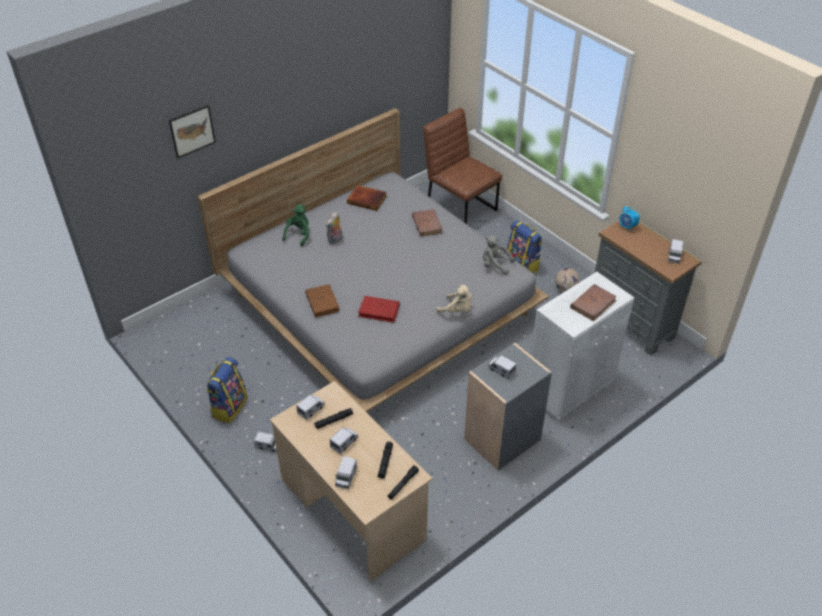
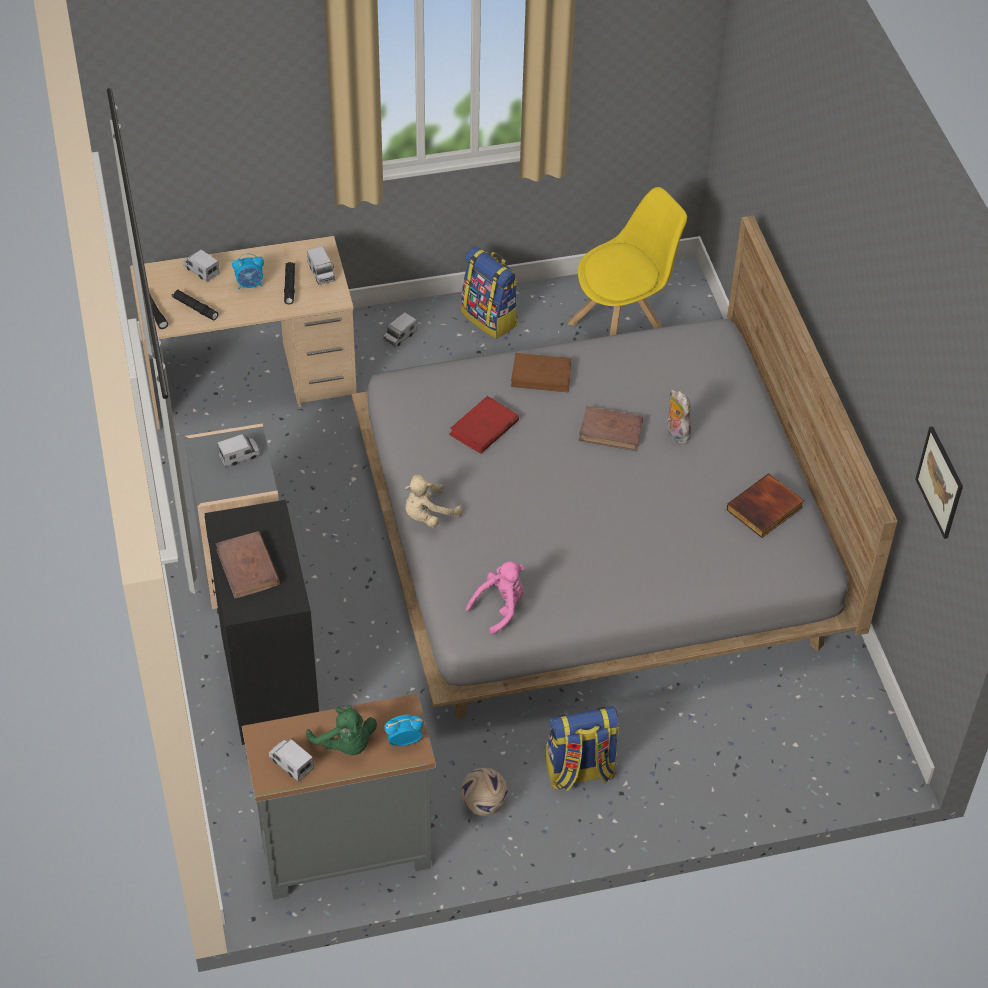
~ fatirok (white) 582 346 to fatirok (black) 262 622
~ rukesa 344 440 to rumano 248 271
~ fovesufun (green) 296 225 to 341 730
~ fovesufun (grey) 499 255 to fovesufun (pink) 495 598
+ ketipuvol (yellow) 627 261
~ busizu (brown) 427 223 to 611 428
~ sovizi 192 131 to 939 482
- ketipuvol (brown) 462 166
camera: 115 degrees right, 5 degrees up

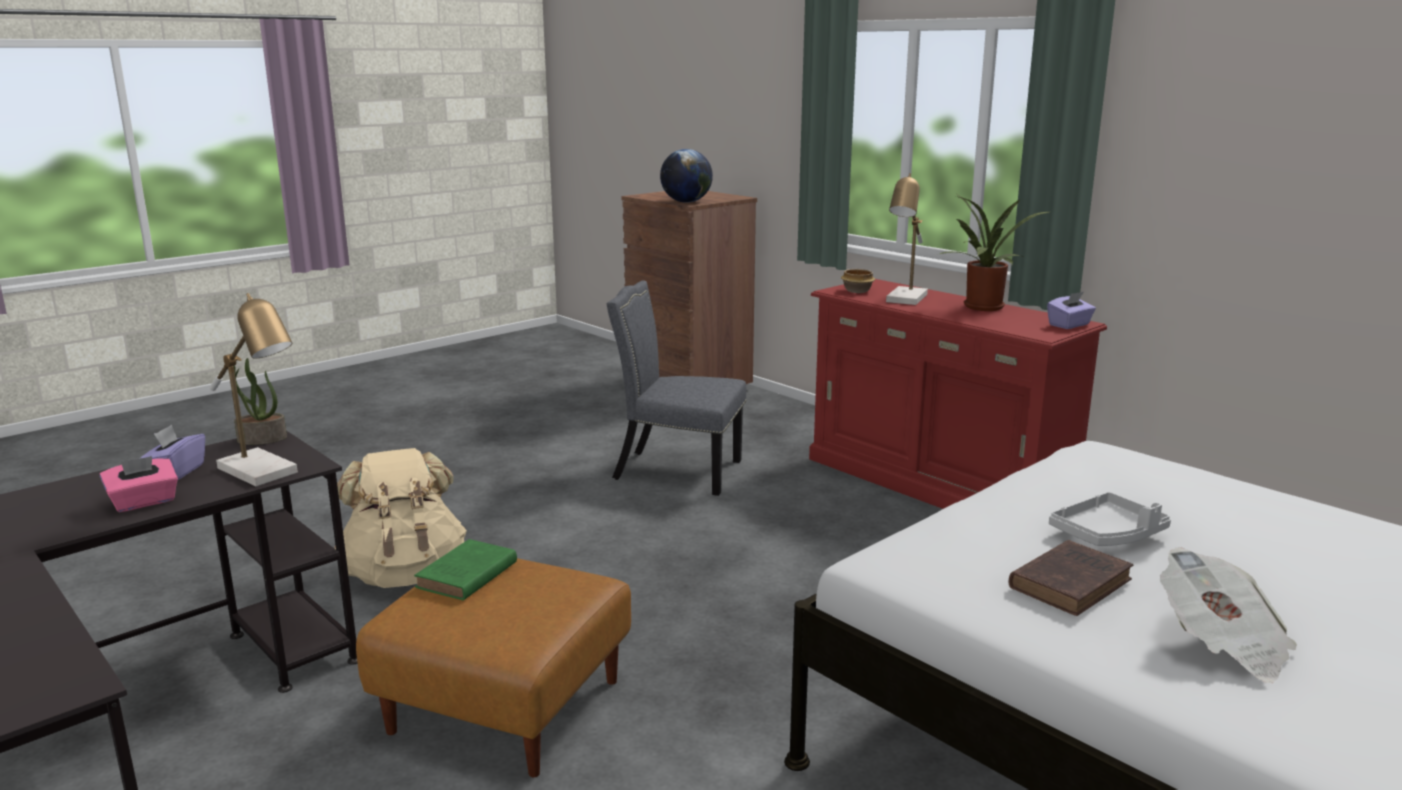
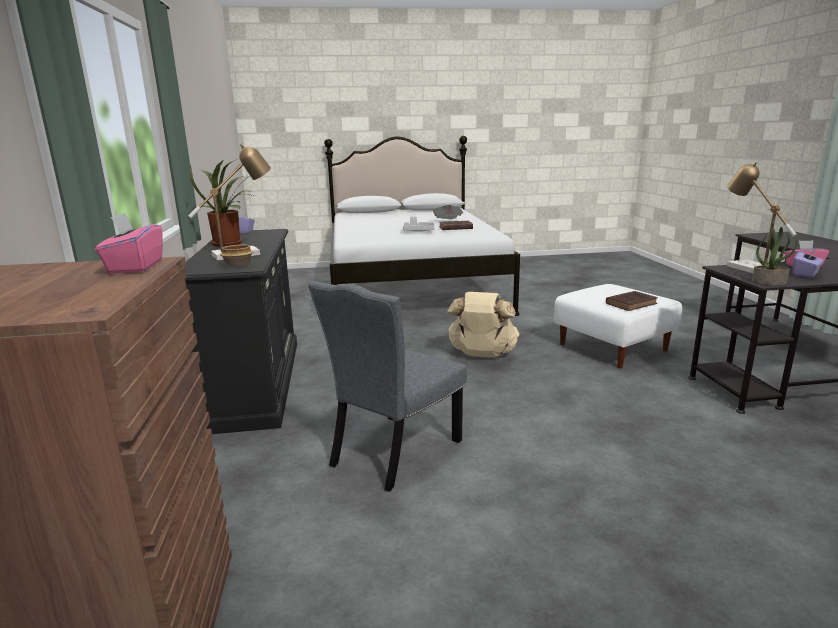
~ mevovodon 686 176 to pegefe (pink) 129 243
~ fatirok (red) 958 394 to fatirok (black) 240 331
~ ketipuvol (grey) 676 388 = 387 386 75 degrees clockwise
~ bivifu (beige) 400 518 to 483 325
~ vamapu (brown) 493 667 to vamapu (white) 618 326
~ busizu (green) 465 569 to busizu (brown) 632 301
camera: 145 degrees left, 0 degrees up

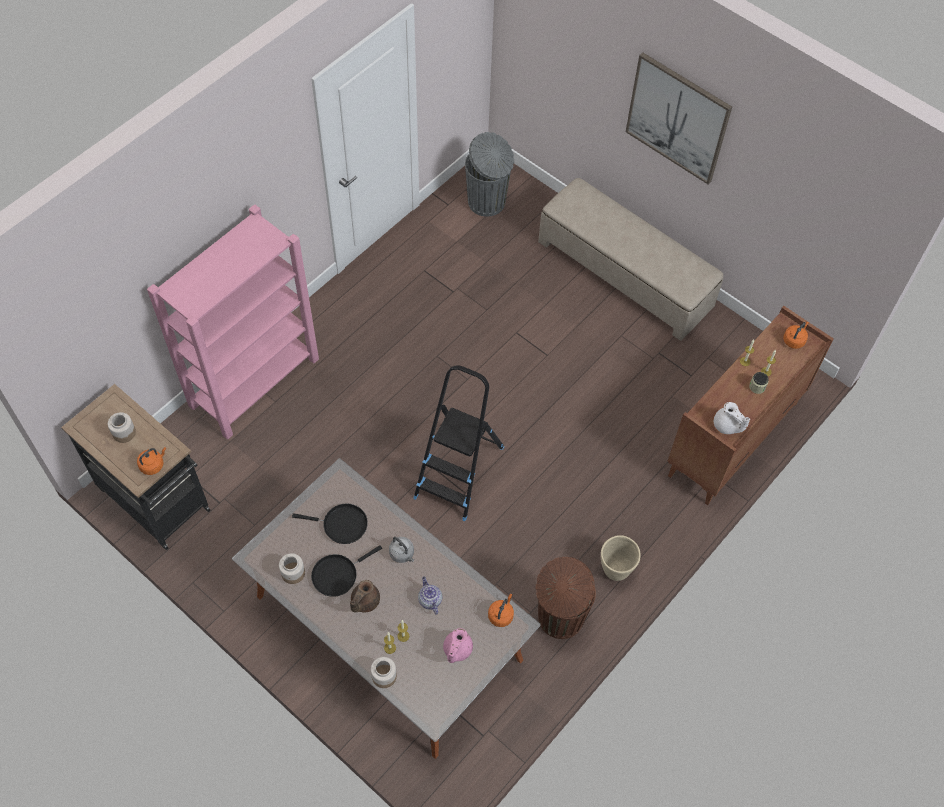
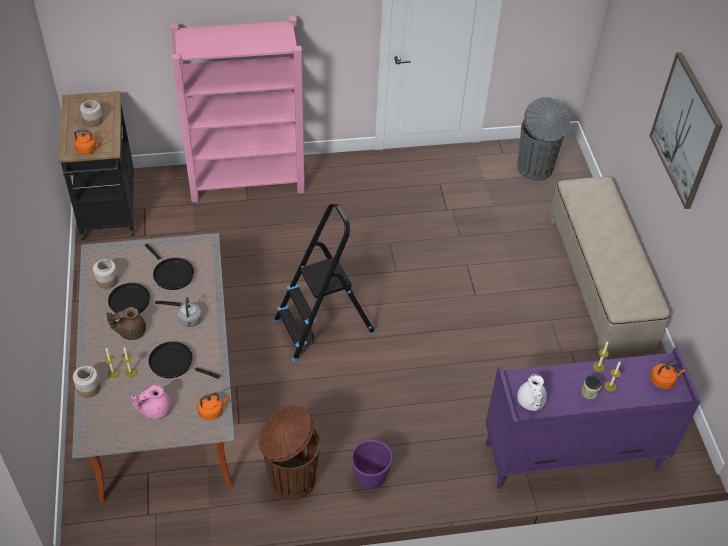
~ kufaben 430 595 to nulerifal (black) 184 360
~ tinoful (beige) 621 558 to tinoful (purple) 372 464
~ fatirok (brown) 750 405 to fatirok (purple) 593 418
camera: 40 degrees right, 10 degrees down

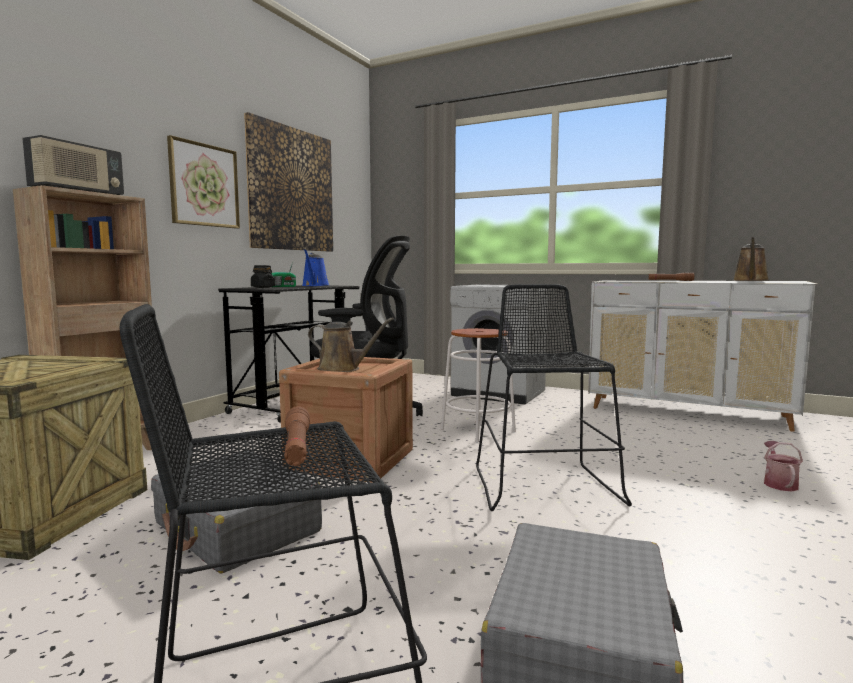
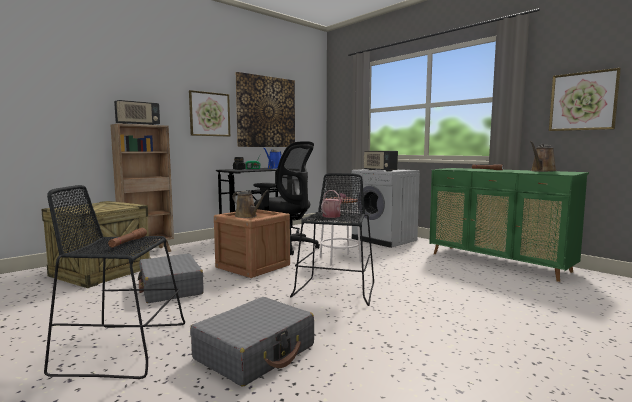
~ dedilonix 783 466 to 333 204
+ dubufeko 381 161
~ fatirok (white) 702 356 to fatirok (green) 509 225
+ sovizi 585 99
camera: 20 degrees right, 0 degrees up

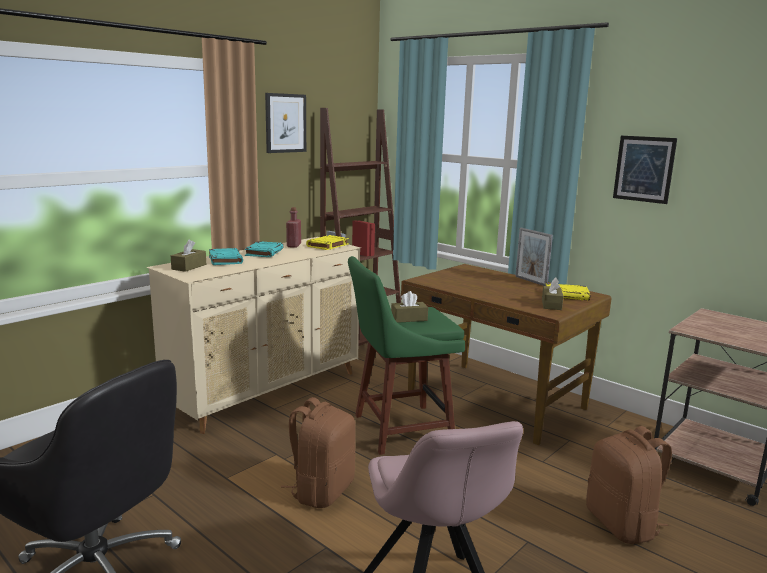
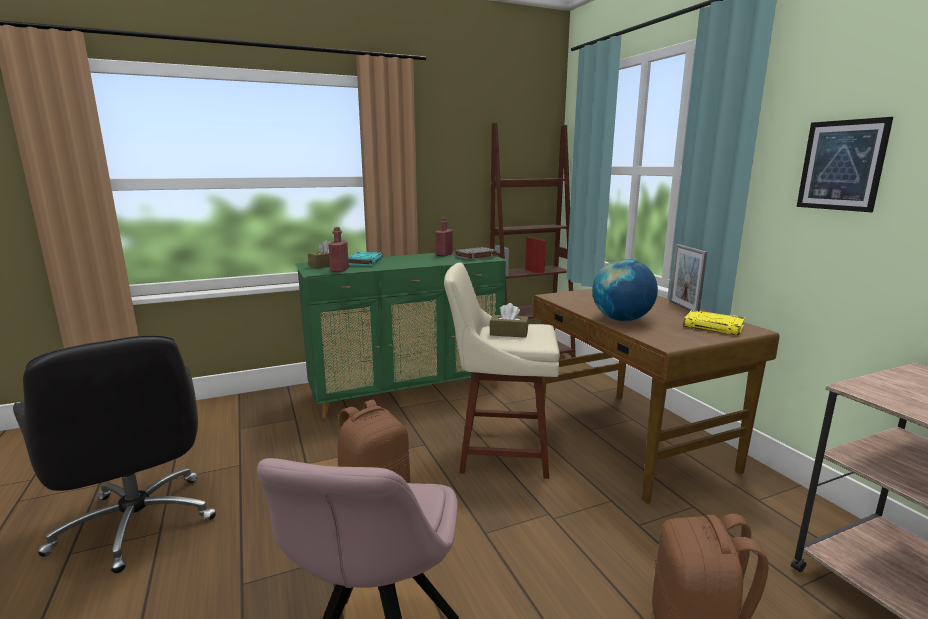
~ fatirok (beige) 254 335 to fatirok (green) 401 335
+ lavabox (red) 338 249
~ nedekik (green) 406 355 to nedekik (beige) 502 371
~ busizu (yellow) 327 242 to busizu (grey) 476 253
+ mevovodon 625 290
- busizu (turquoise) 264 249
- sovizi 285 123
- pegefe (brown) 552 294
camera: 25 degrees right, 0 degrees up

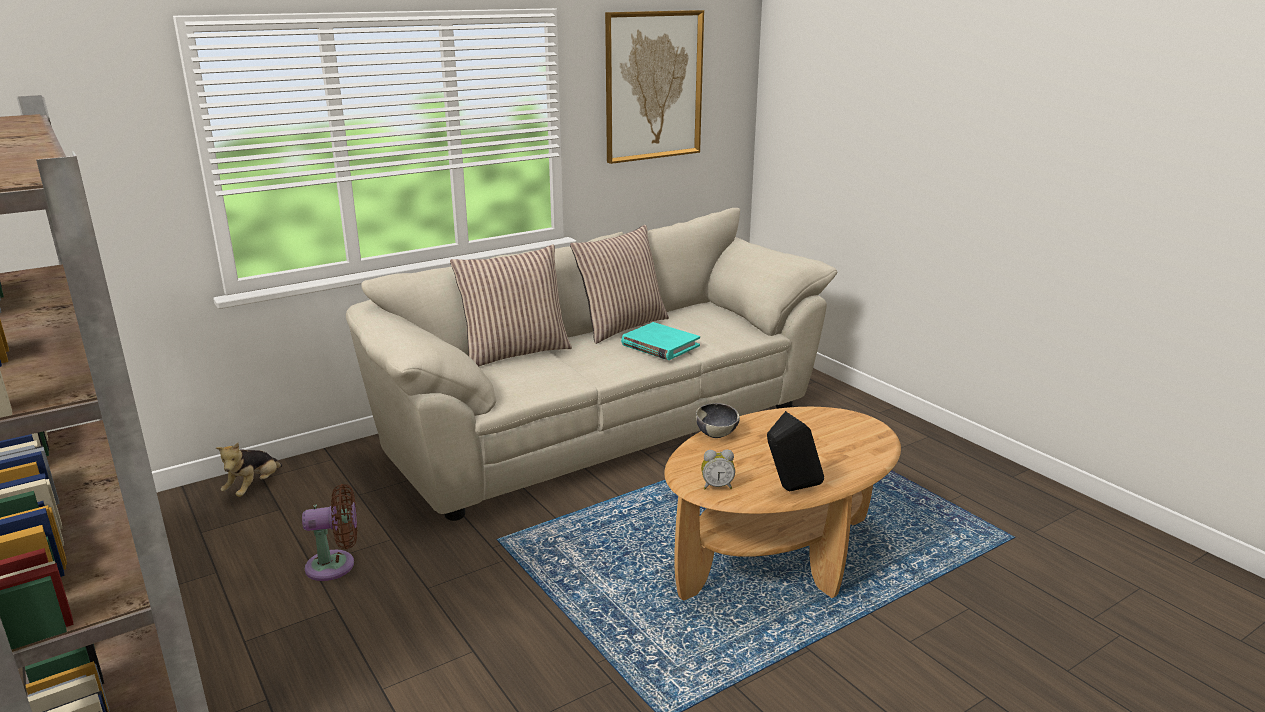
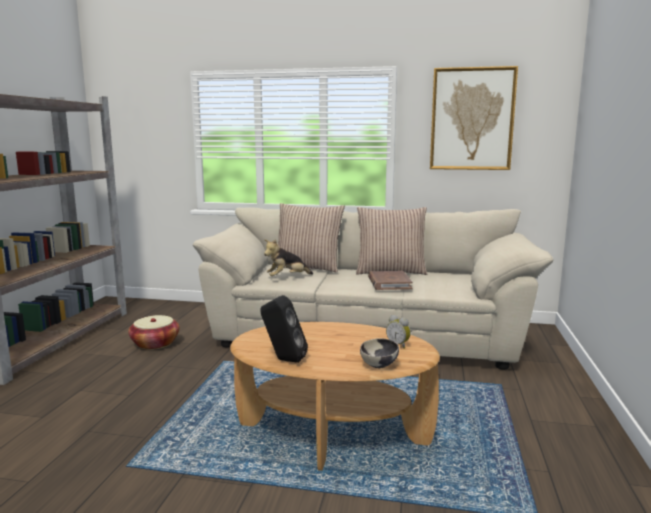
~ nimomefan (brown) 329 532 to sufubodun 154 332
~ fovesufun 249 470 to 288 257
~ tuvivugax 718 420 to 379 353
~ busizu (turquoise) 660 341 to busizu (brown) 390 280
~ rumano 718 469 to 398 332
camera: 45 degrees right, 10 degrees down

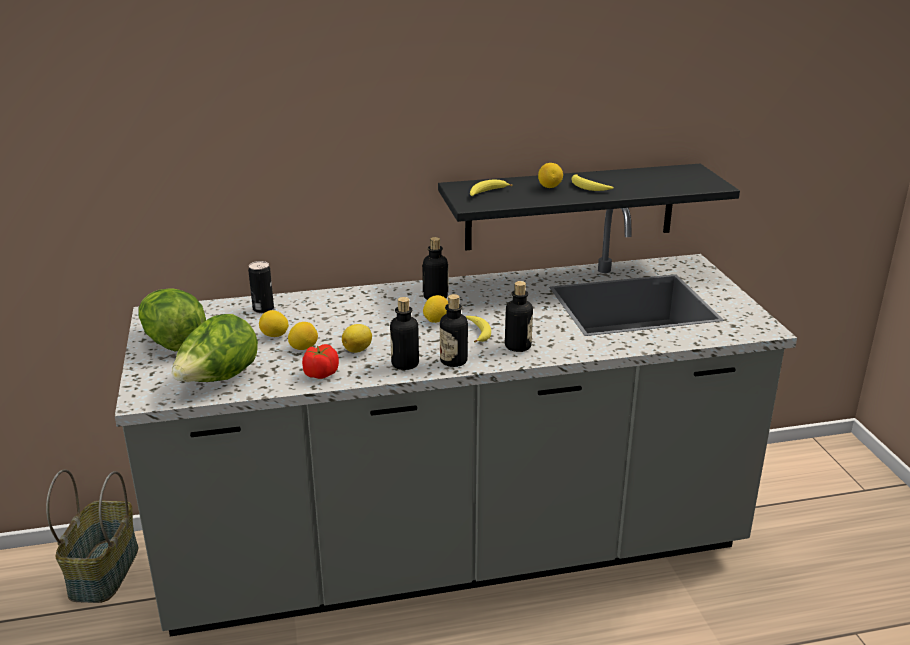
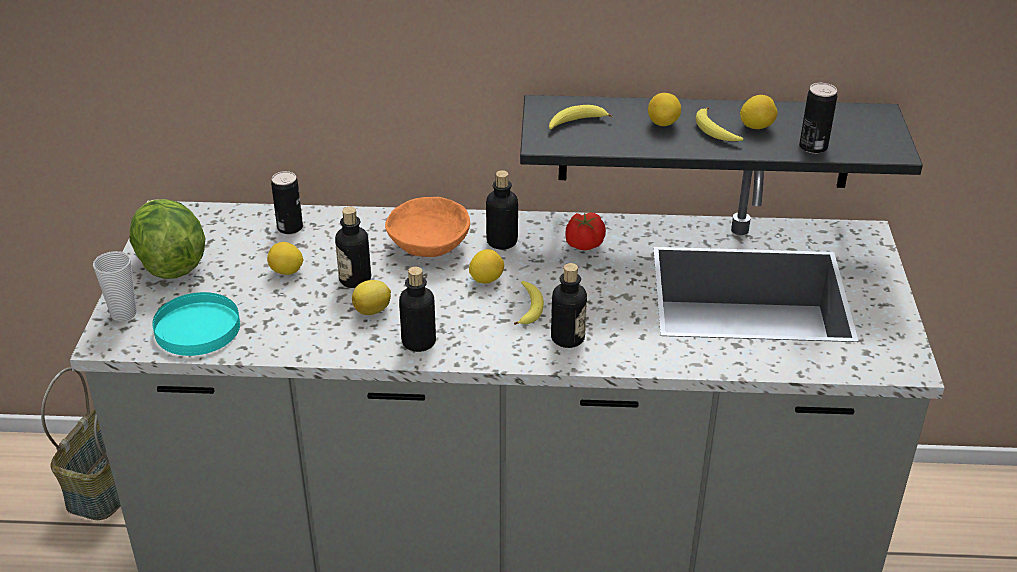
+ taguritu 115 286
~ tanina 215 348 to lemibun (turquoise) 196 324
~ lavabox 454 330 to 353 247
+ tuvivugax (orange) 427 227
~ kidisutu 320 361 to 585 231
~ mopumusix 303 336 to 759 112
+ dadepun 818 118
camera: 15 degrees right, 10 degrees up

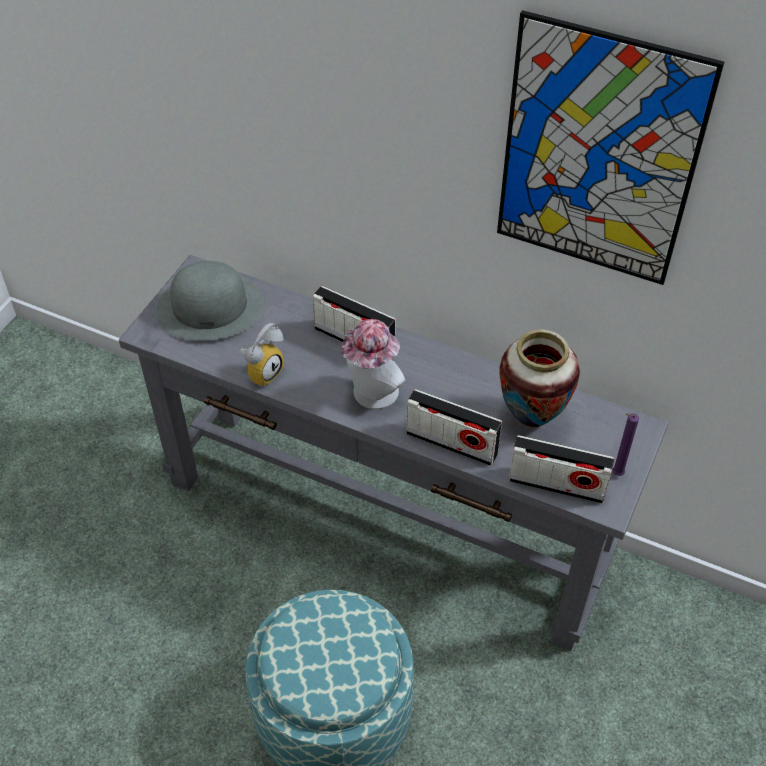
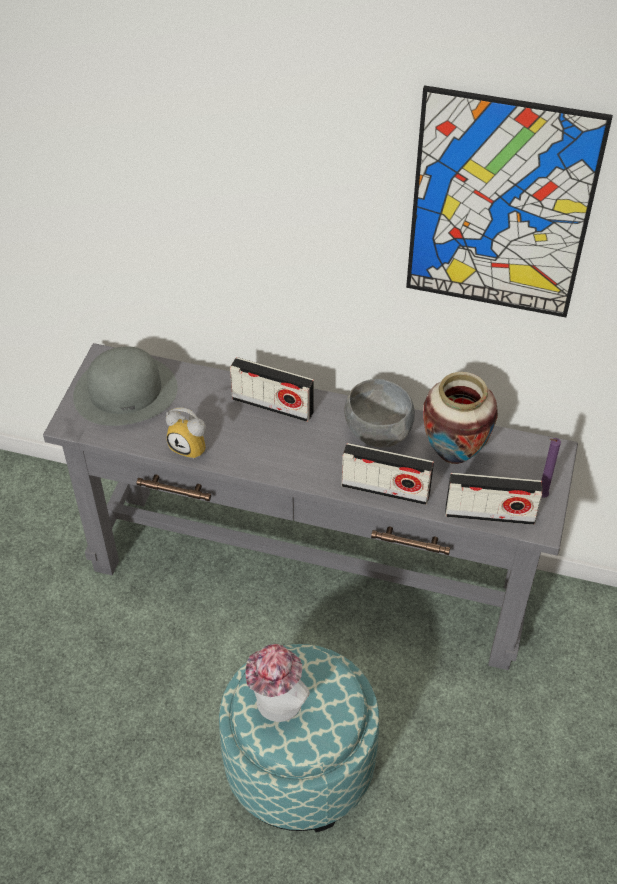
~ rumano 262 355 = 186 433 90 degrees clockwise
~ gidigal 373 364 to 277 683
+ tuvivugax (grey) 379 413
camera: 10 degrees left, 0 degrees up

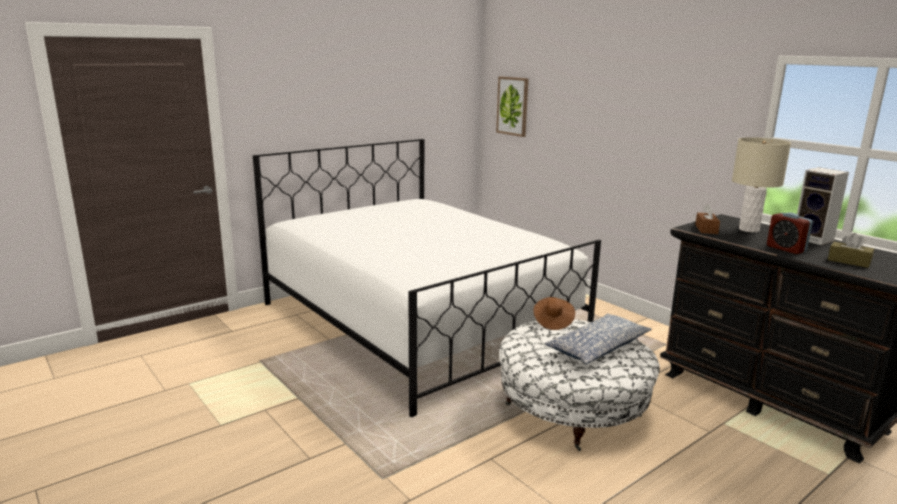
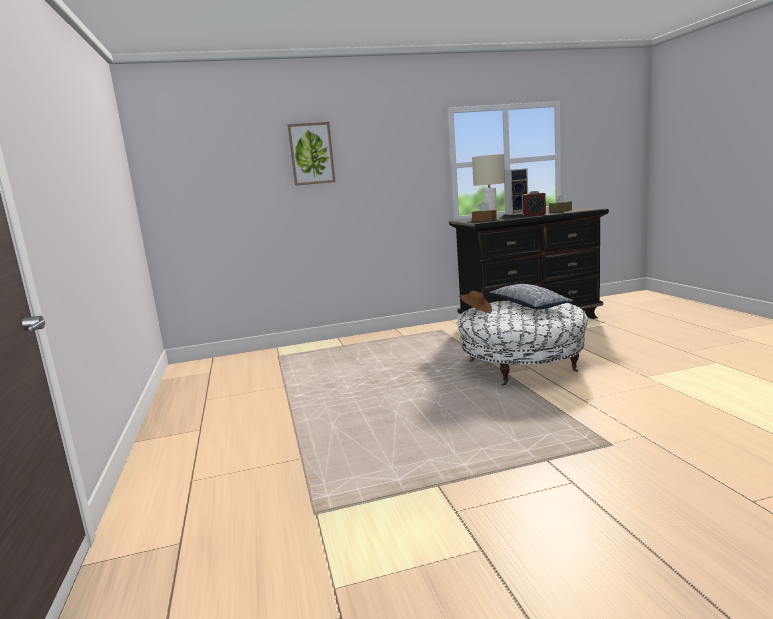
~ sovizi 512 107 to 311 154
- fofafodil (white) 427 278
camera: 65 degrees left, 5 degrees down

